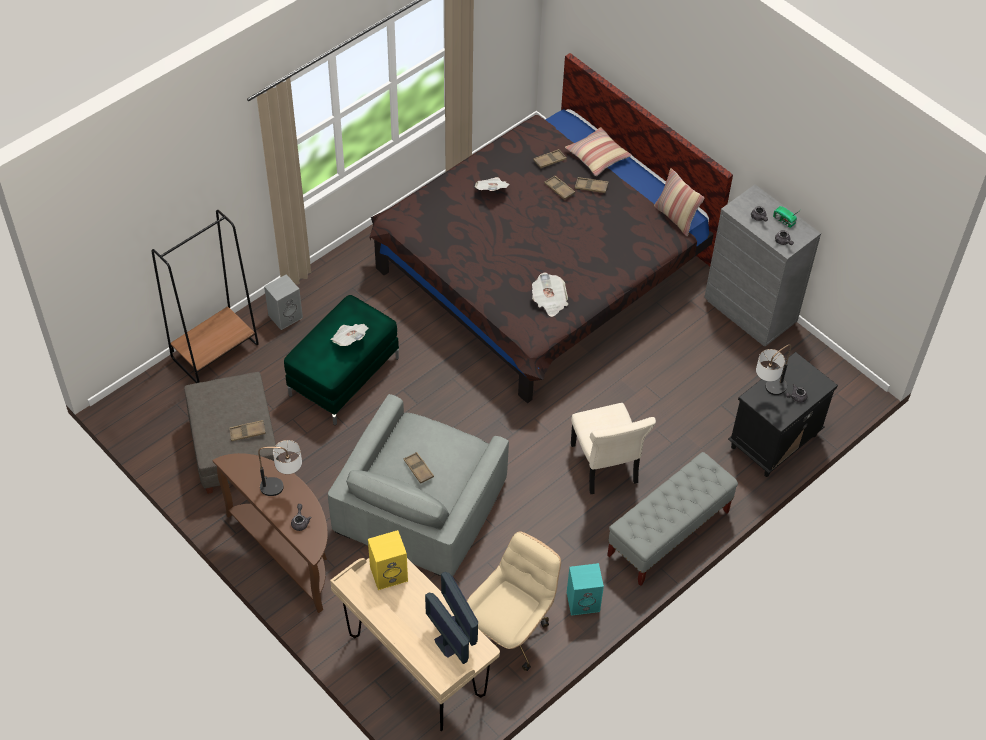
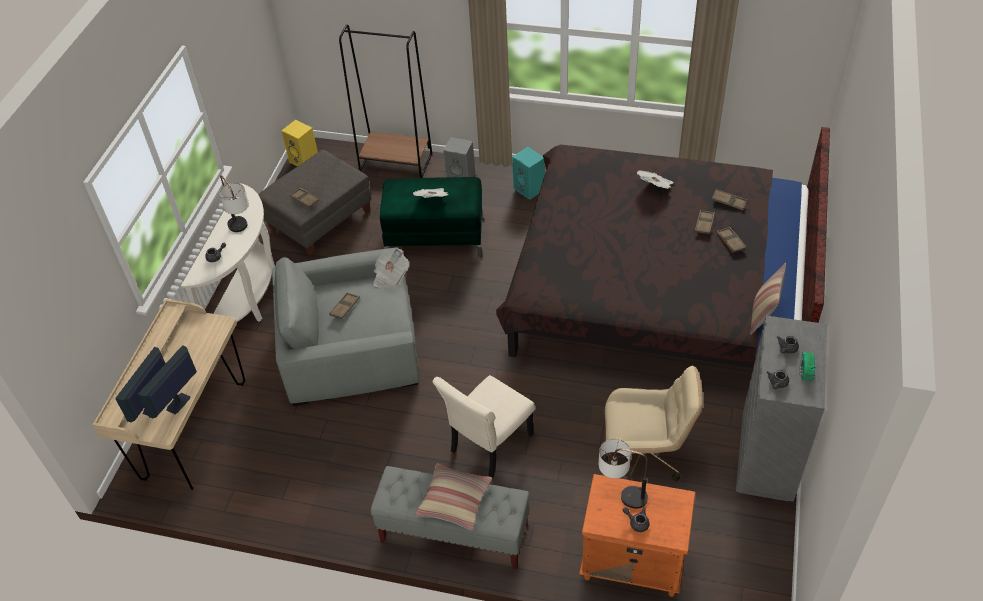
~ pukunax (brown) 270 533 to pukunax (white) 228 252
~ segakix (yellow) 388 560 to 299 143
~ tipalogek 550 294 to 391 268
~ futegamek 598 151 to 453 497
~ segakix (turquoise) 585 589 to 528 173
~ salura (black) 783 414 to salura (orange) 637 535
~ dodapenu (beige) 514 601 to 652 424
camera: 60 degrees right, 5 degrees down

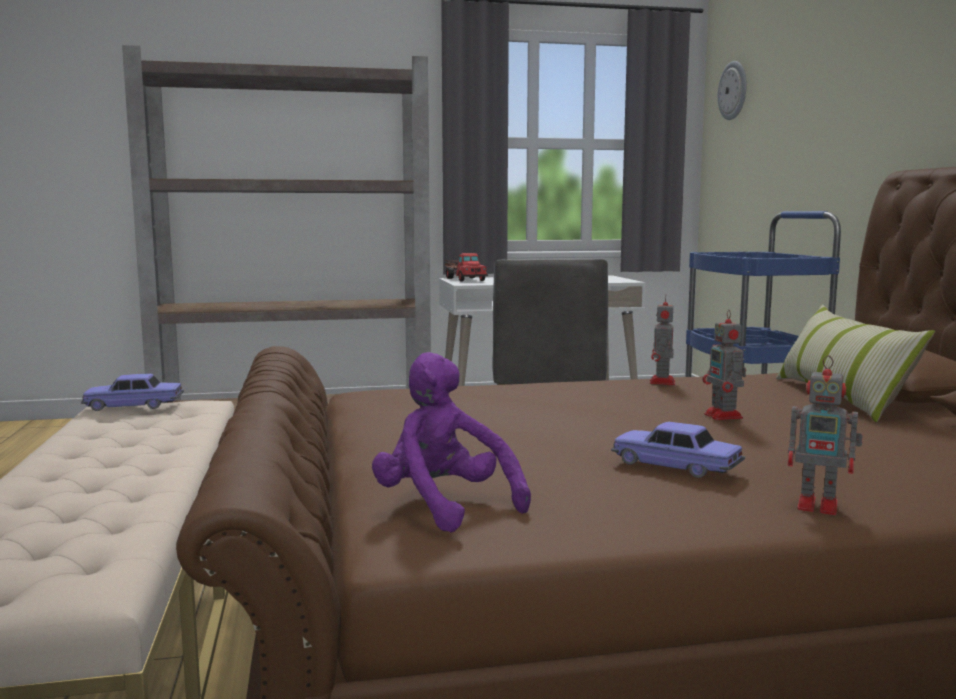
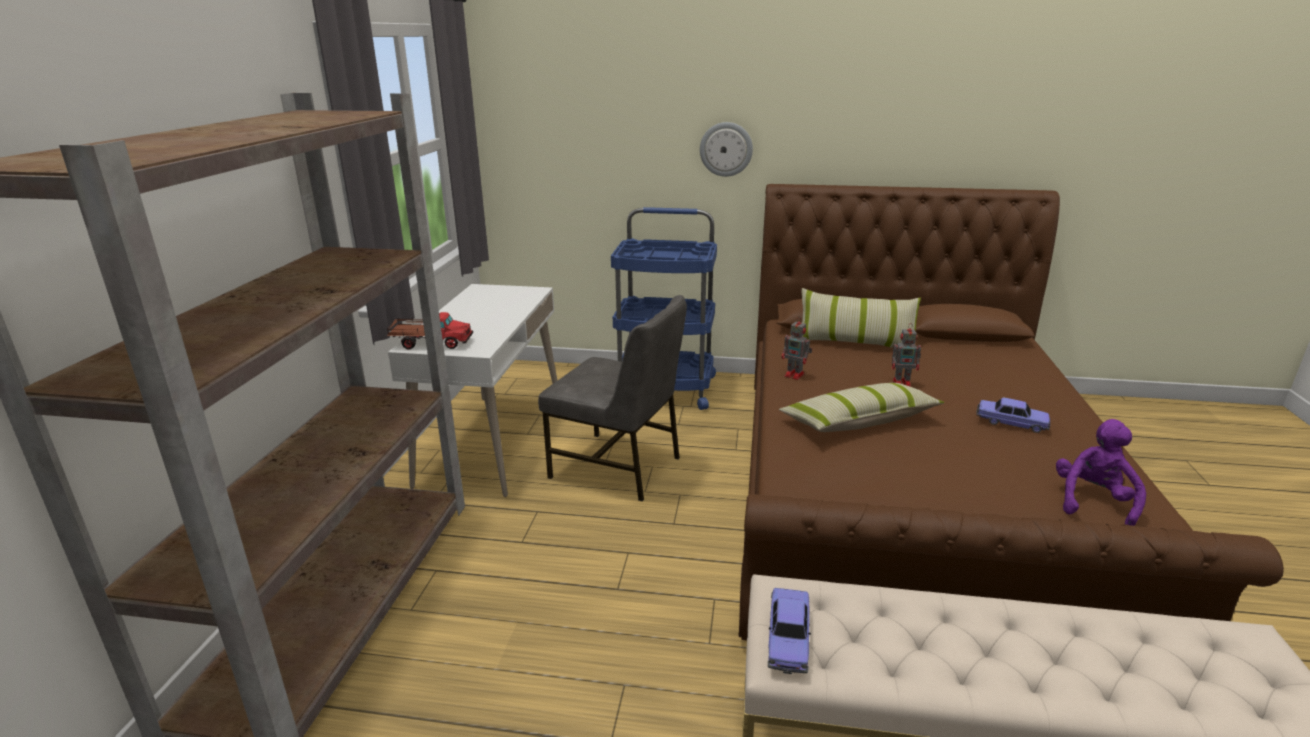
~ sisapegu 732 90 to 726 149
+ futegamek 861 407
~ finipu 678 450 = 1013 415 120 degrees counterclockwise
~ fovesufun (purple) 451 442 = 1101 472 135 degrees clockwise
- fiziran 825 435
camera: 70 degrees left, 15 degrees up

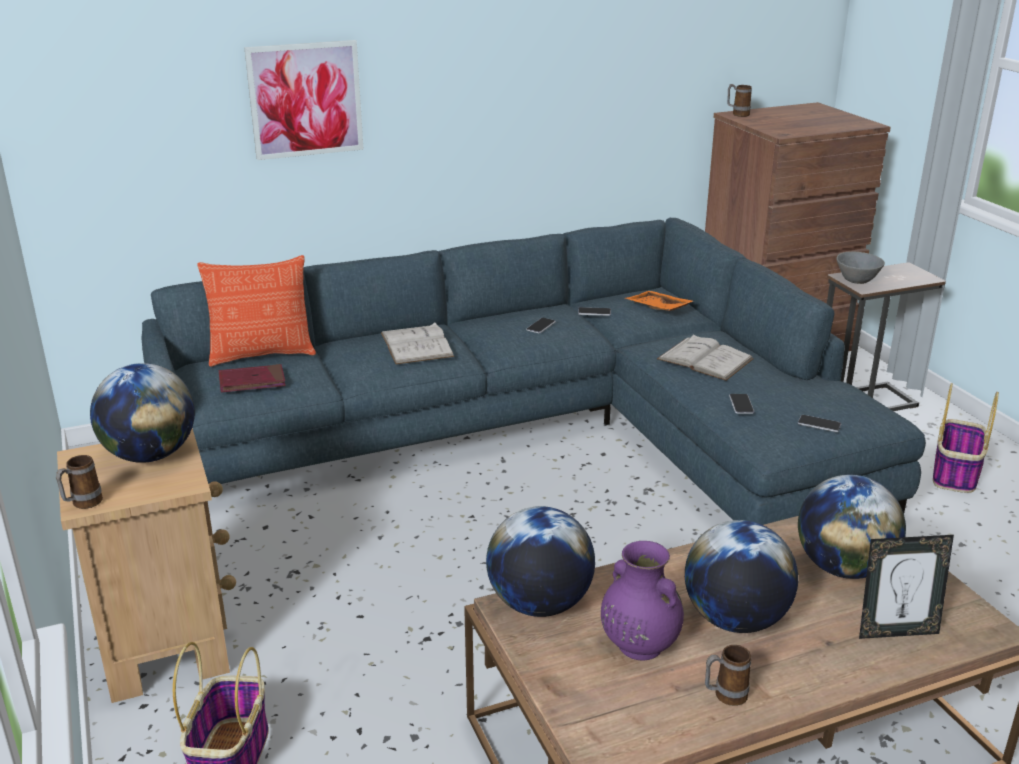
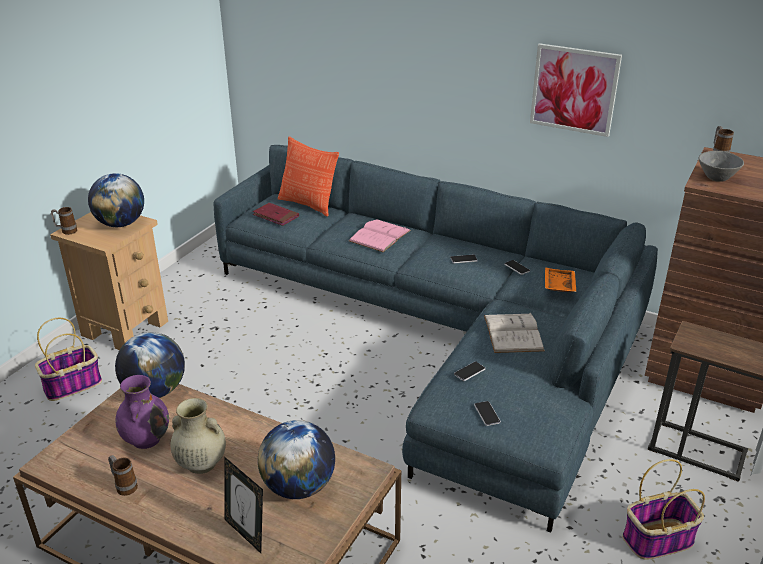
~ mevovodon 741 576 to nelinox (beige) 198 436
~ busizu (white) 417 343 to busizu (pink) 380 235
~ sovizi 303 100 to 576 90
~ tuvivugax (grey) 860 268 to 721 166
camera: 50 degrees right, 5 degrees up

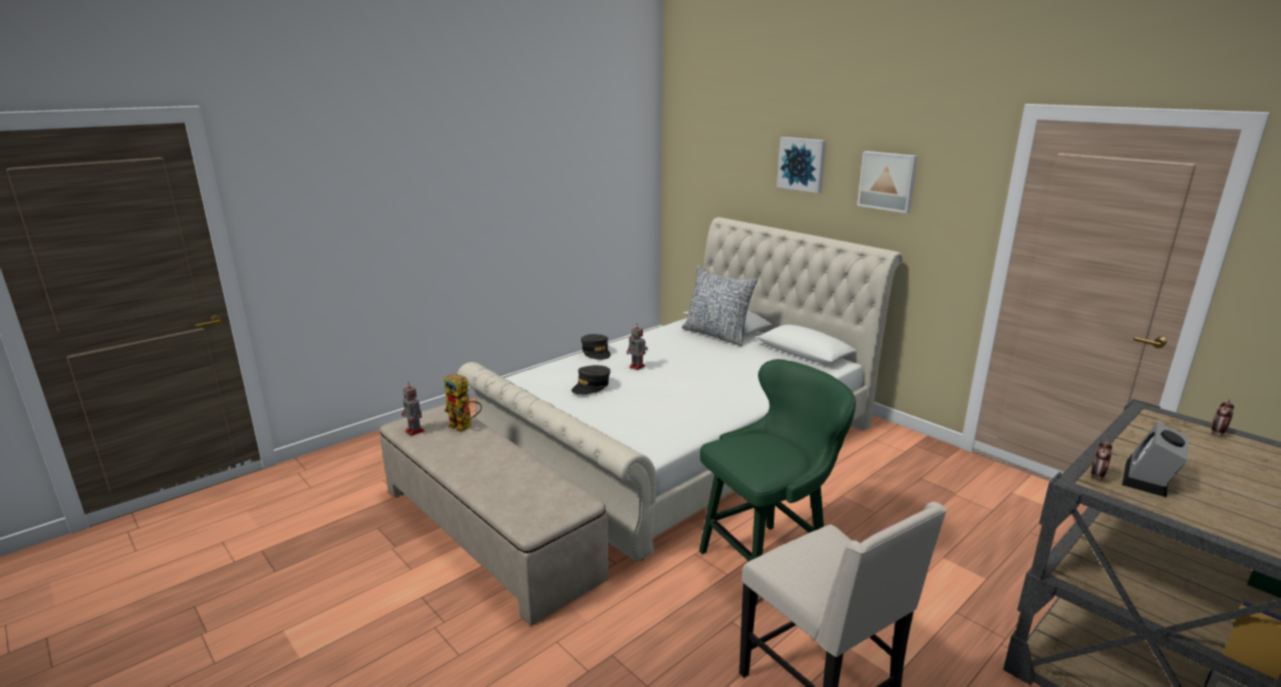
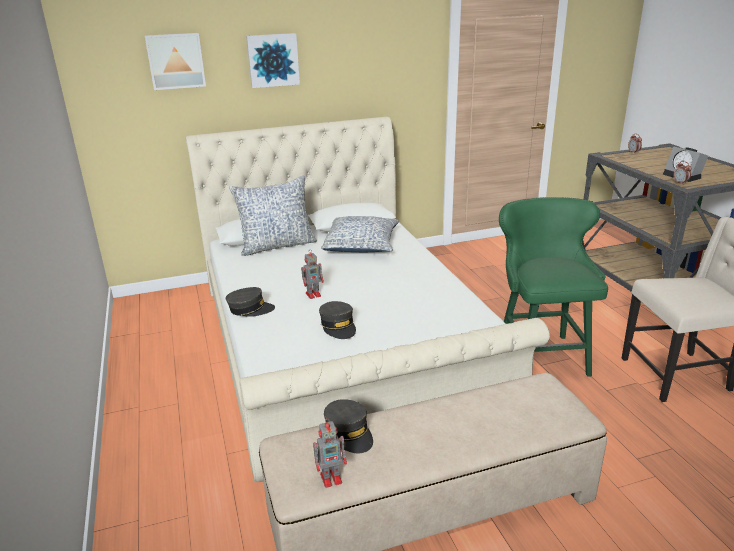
~ sovizi 887 182 to 175 61
+ futegamek 360 234
~ fiziran 463 402 to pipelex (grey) 348 426
camera: 65 degrees left, 5 degrees up

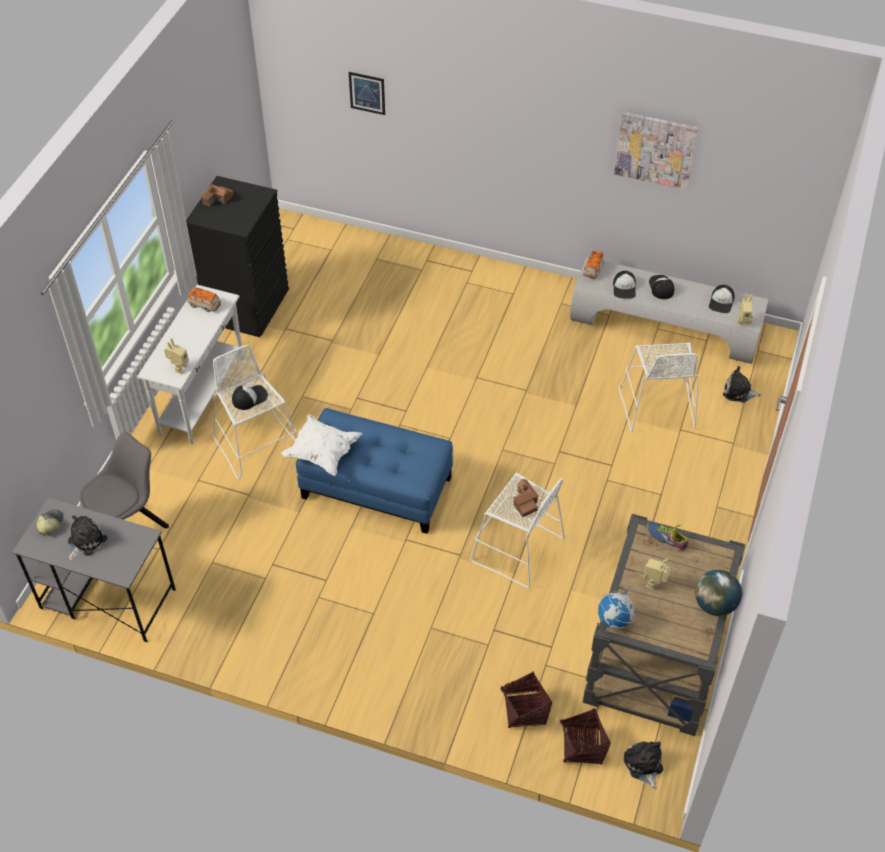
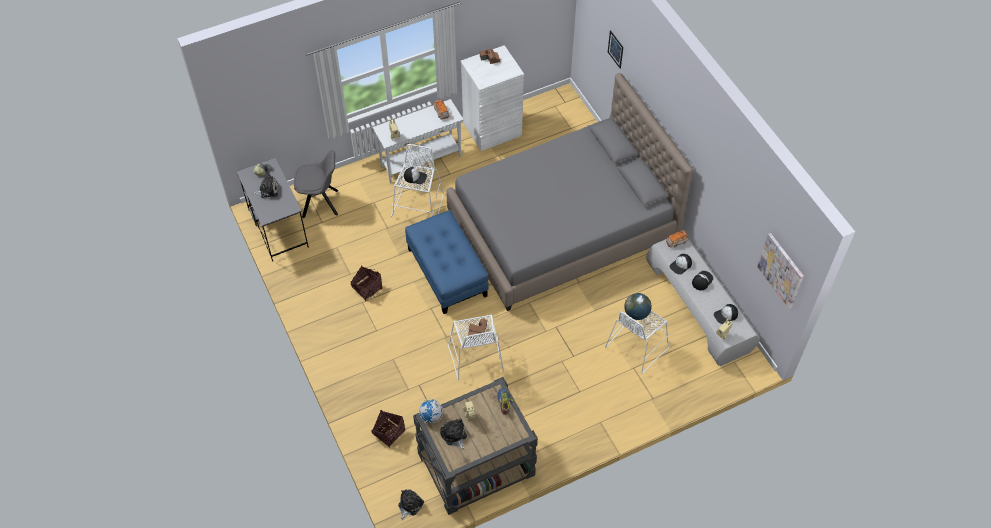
~ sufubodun 585 737 to 366 283
~ fovesufun 742 384 to 453 434
+ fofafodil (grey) 569 192
~ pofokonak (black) 237 256 to pofokonak (white) 492 98
~ mevovodon 718 593 to 638 306
~ sovizi 656 151 to 780 271
- futegamek (white) 321 445
camera: 45 degrees right, 5 degrees up

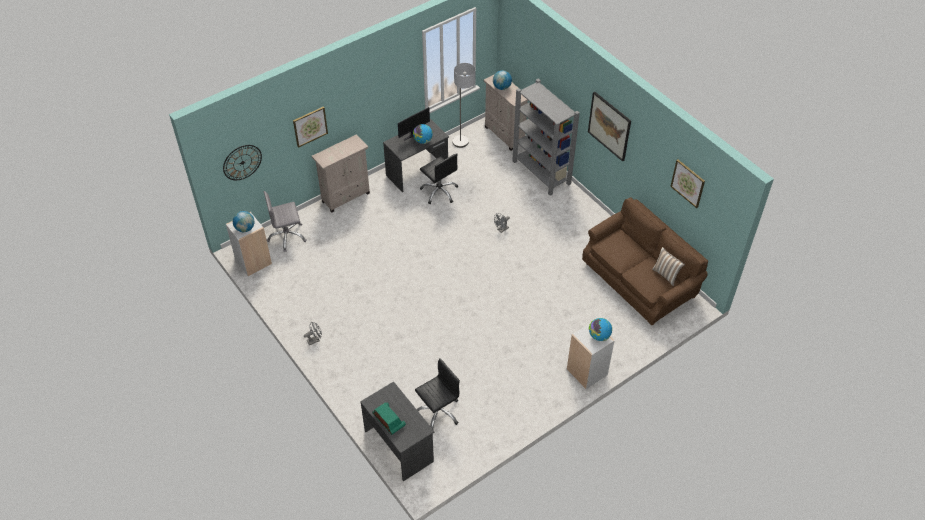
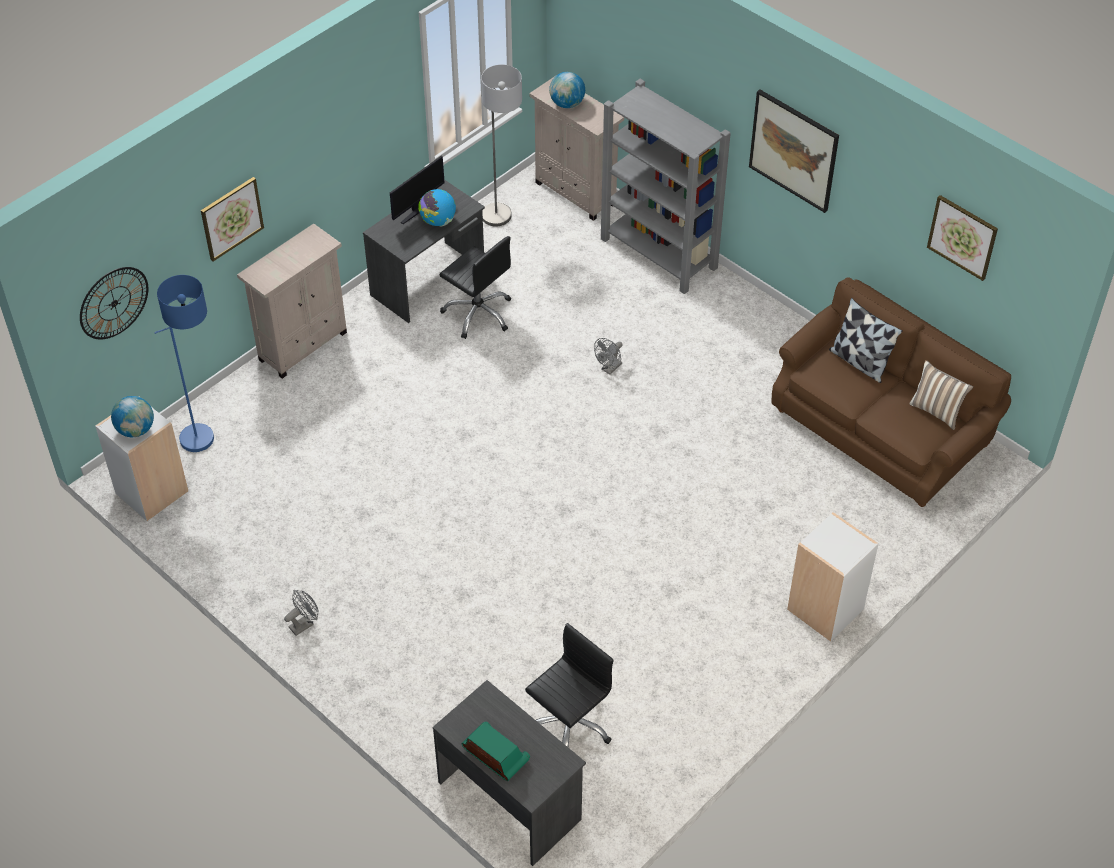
~ dodapenu (grey) 285 221 to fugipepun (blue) 184 363
+ futegamek 866 340
- mevovodon 600 329
camera: 10 degrees left, 0 degrees up

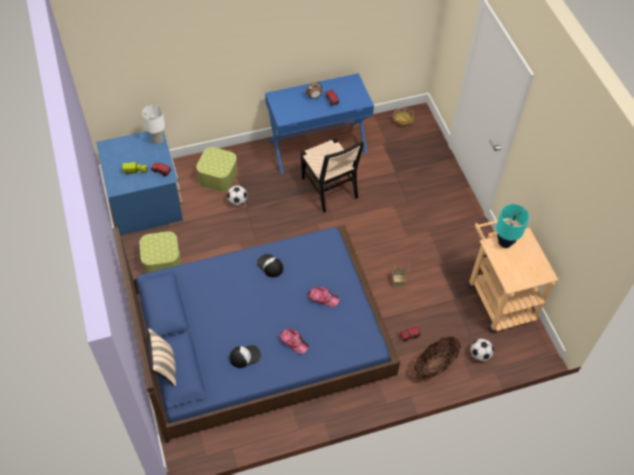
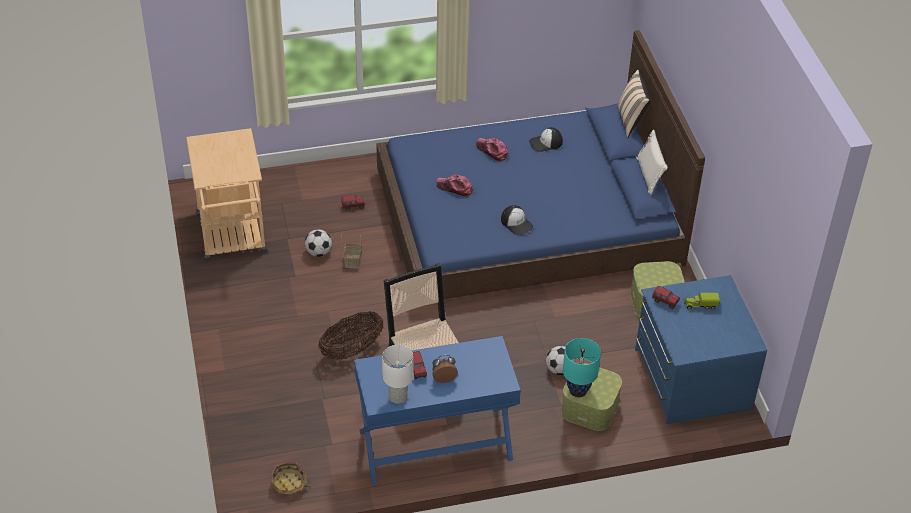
~ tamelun 482 350 to 318 243
~ sufubodun 437 357 to 350 335
~ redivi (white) 153 124 to 397 374
~ redivi (turquoise) 512 226 to 582 367
+ futegamek (white) 652 162
camera: 175 degrees left, 10 degrees down

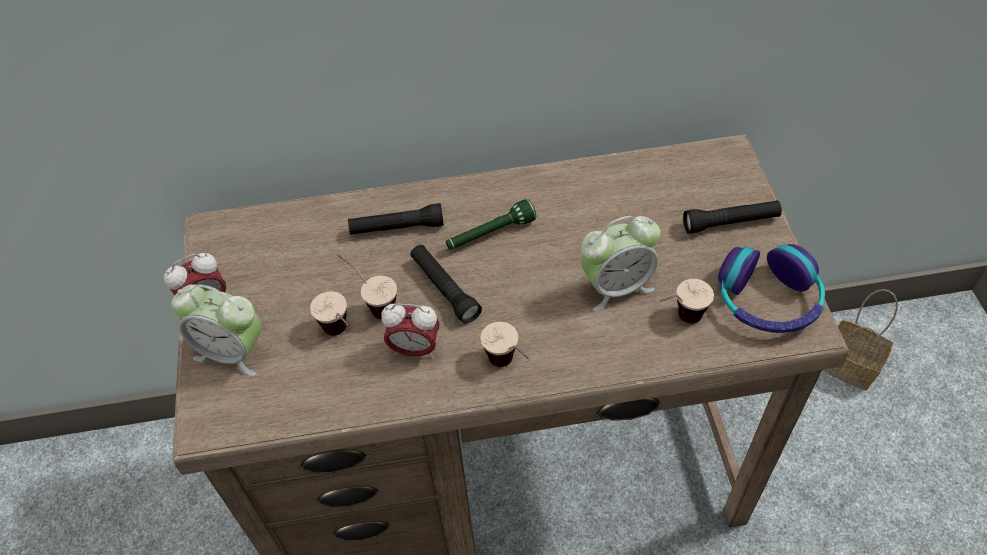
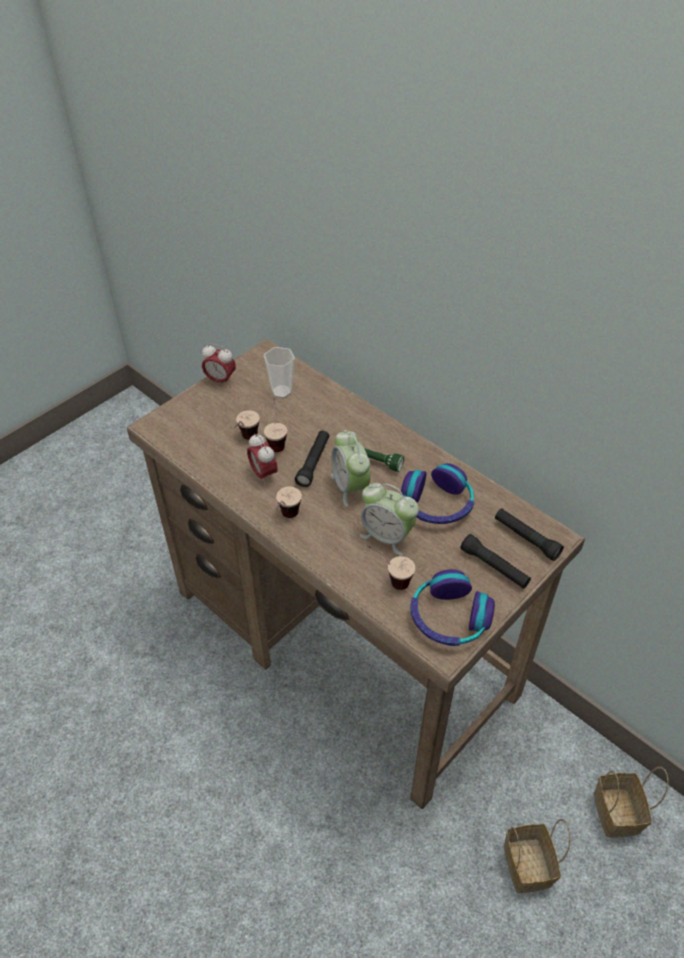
+ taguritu 279 373
~ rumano 216 330 to 351 468
+ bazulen 437 493
~ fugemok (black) 396 219 to 529 534
+ sufubodun 537 856
camera: 50 degrees right, 5 degrees down

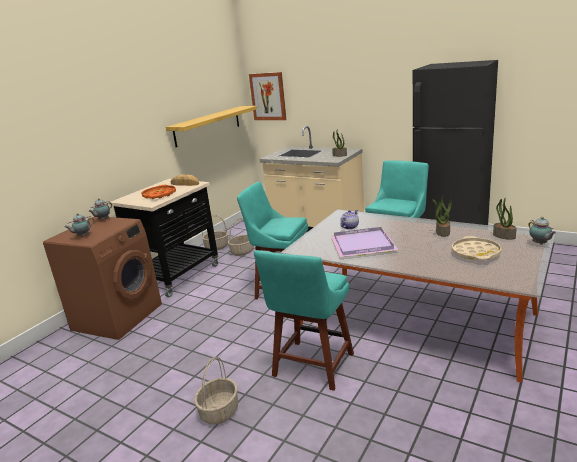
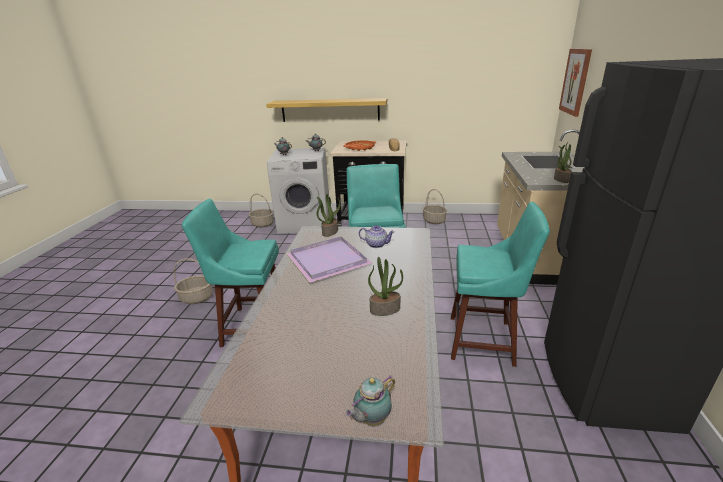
~ sufubodun 241 237 to 261 210
~ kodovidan 211 126 to 326 110
~ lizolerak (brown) 102 278 to lizolerak (white) 298 190
~ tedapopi 505 218 to 328 215
- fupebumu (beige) 476 248
camera: 65 degrees right, 5 degrees up

